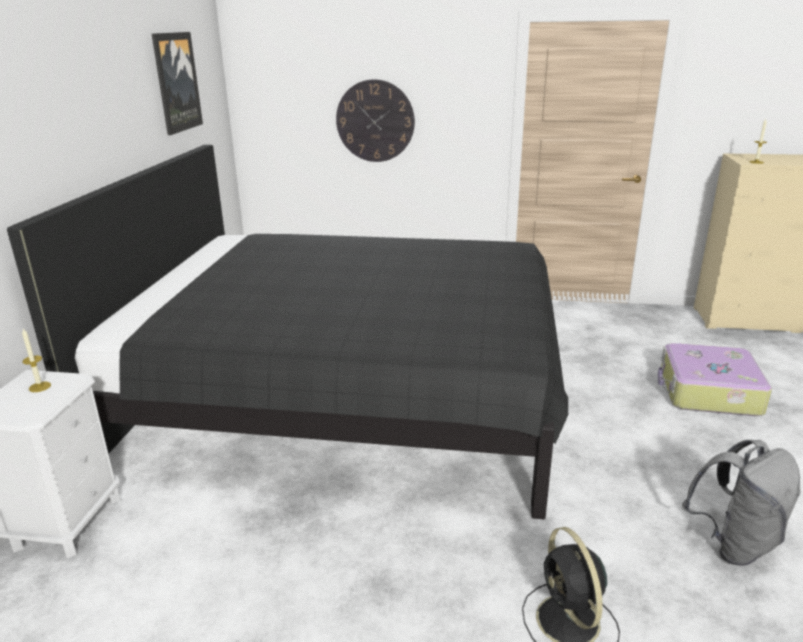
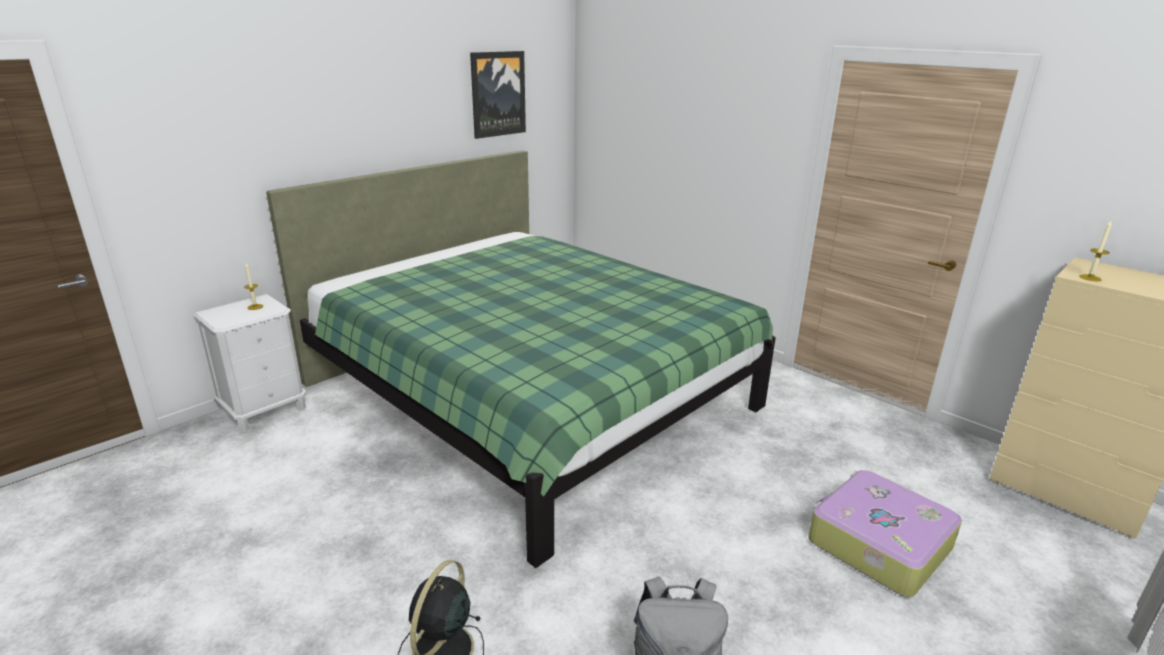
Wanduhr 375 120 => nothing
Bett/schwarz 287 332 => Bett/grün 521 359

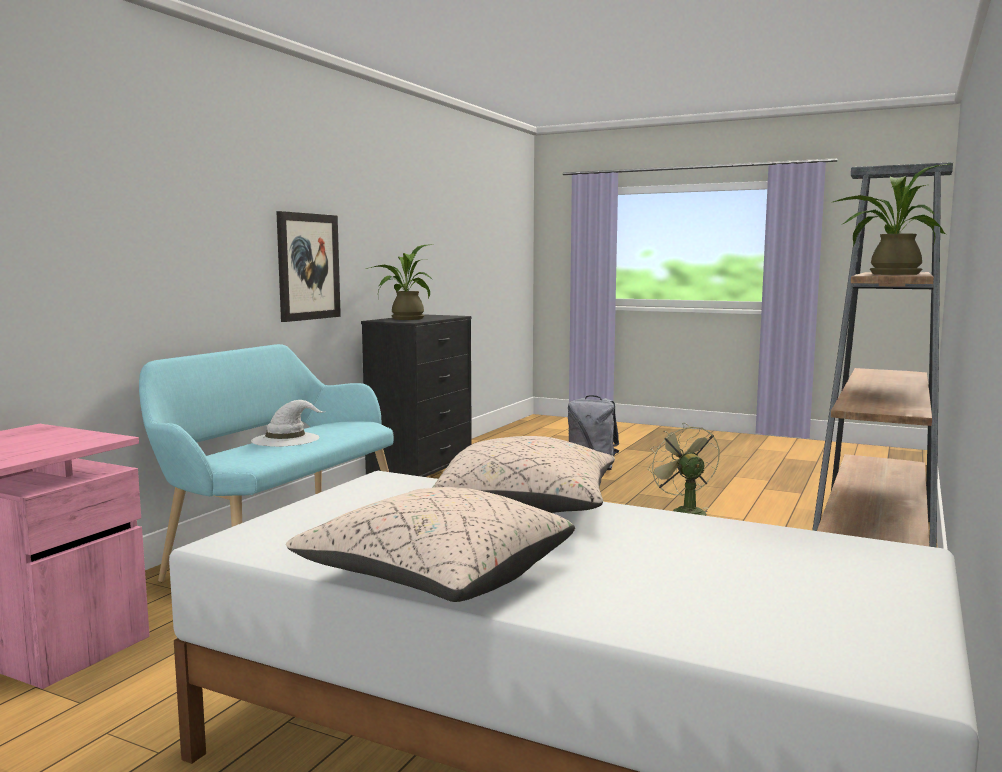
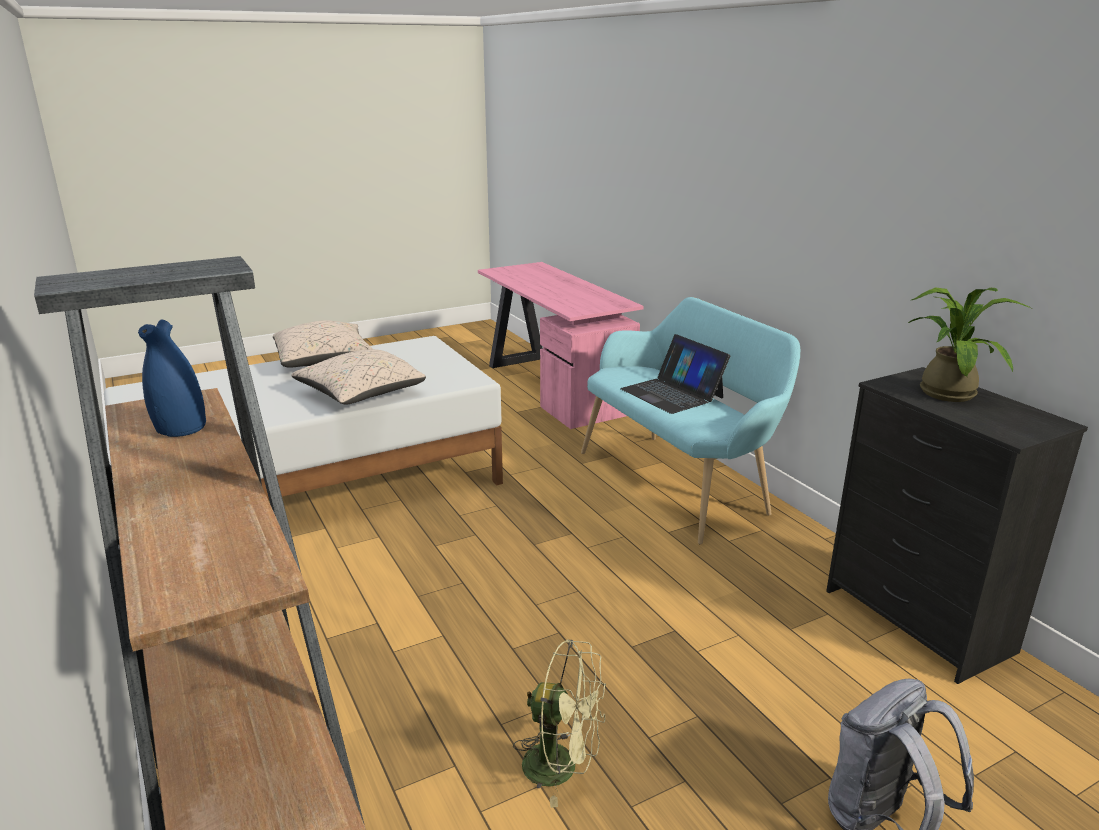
Topfpflanze 890 219 => Vase/blau 172 378
Bild 308 266 => nothing
Hut/weiß 288 423 => Laptop 675 374

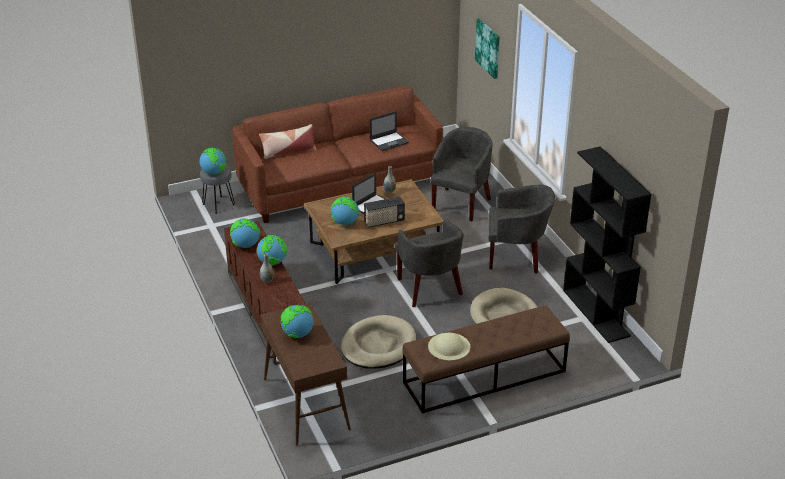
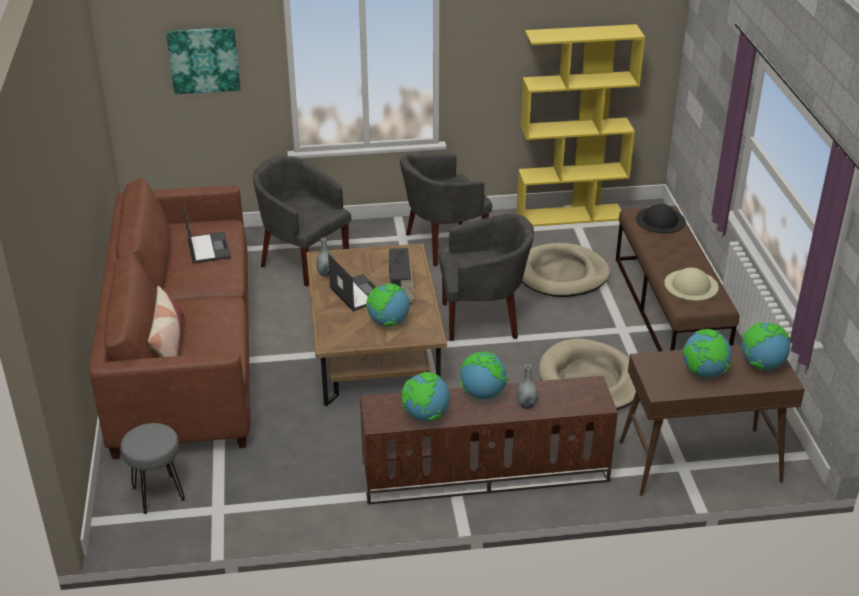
Bücherregal/schwarz 607 244 => Bücherregal/gelb 580 125
Globus 212 161 => Globus 766 346, relocated
Sessel/grau 521 229 => Sessel/grau 446 210, 135 degrees counterclockwise
nothing => Hut/schwarz 661 218

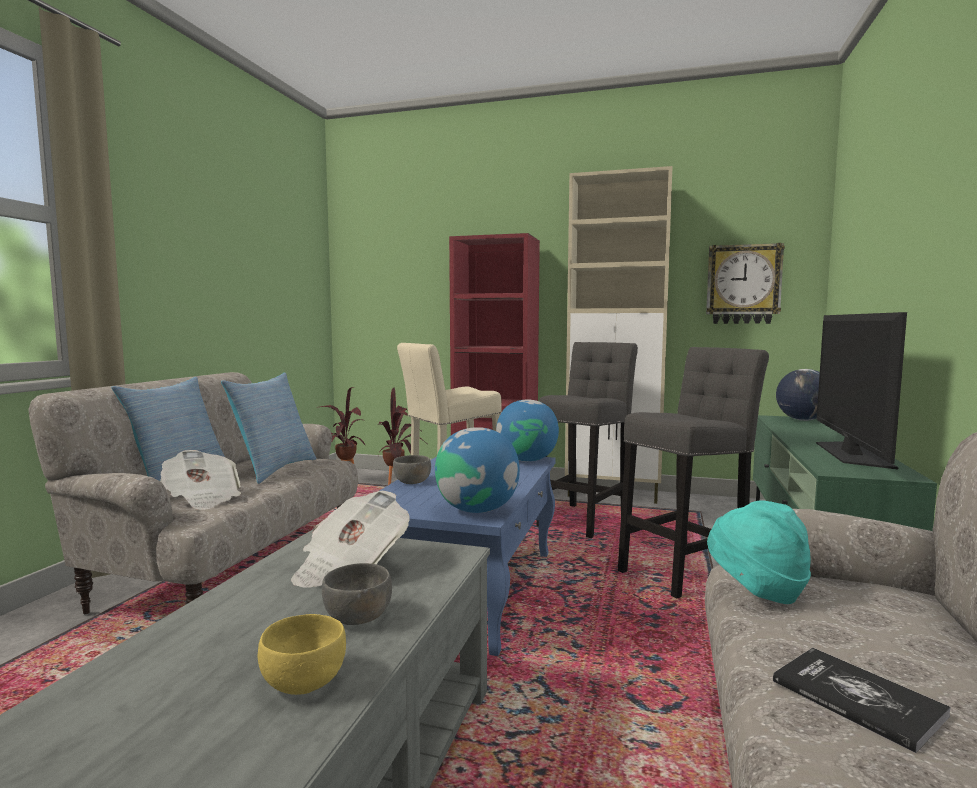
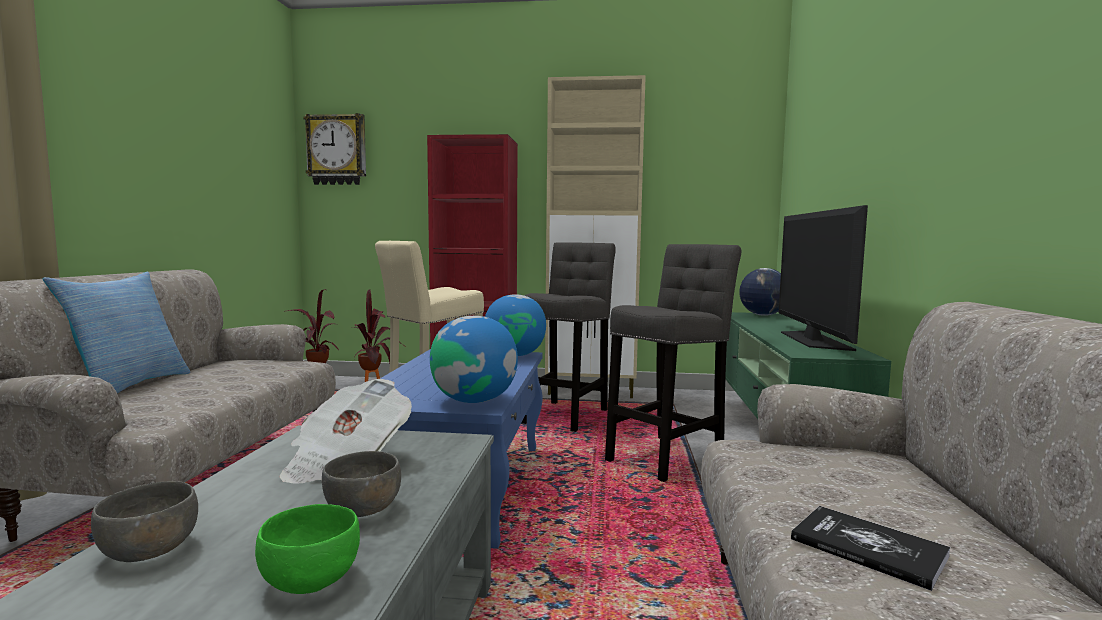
Wanduhr 745 283 => Wanduhr 335 149, relocated
Kissen 268 428 => nothing
Zeitung 200 480 => nothing
Schüssel/grau 412 469 => Schüssel/grau 144 521, relocated
Hut/türkis 759 552 => nothing
Schüssel/gelb 302 654 => Schüssel/grün 307 549

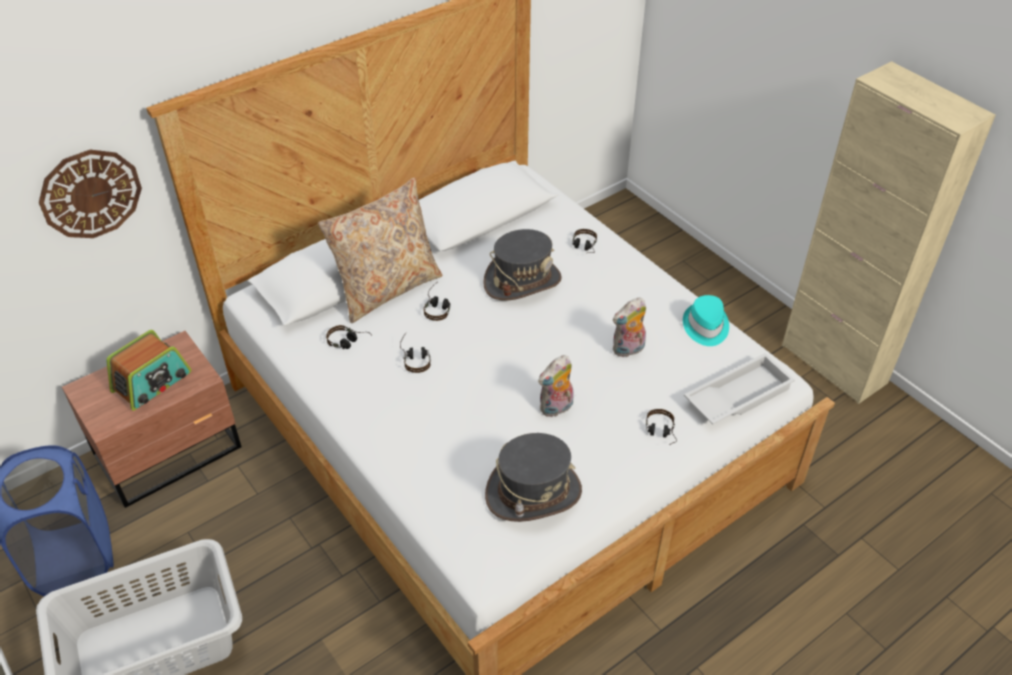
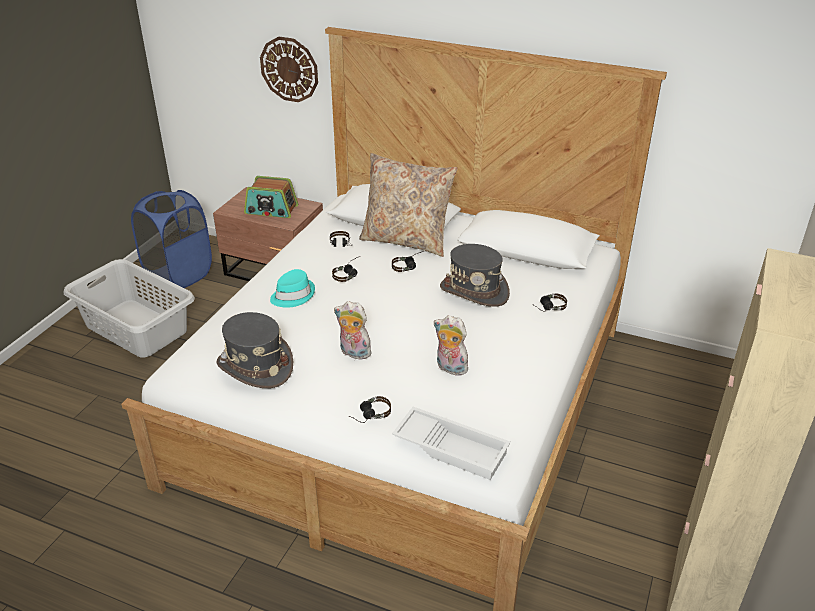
Hut/türkis 706 320 => Hut/türkis 292 288, relocated

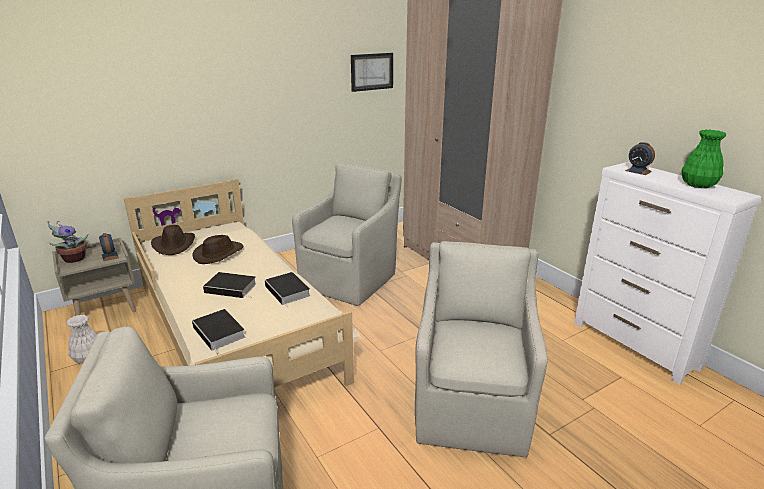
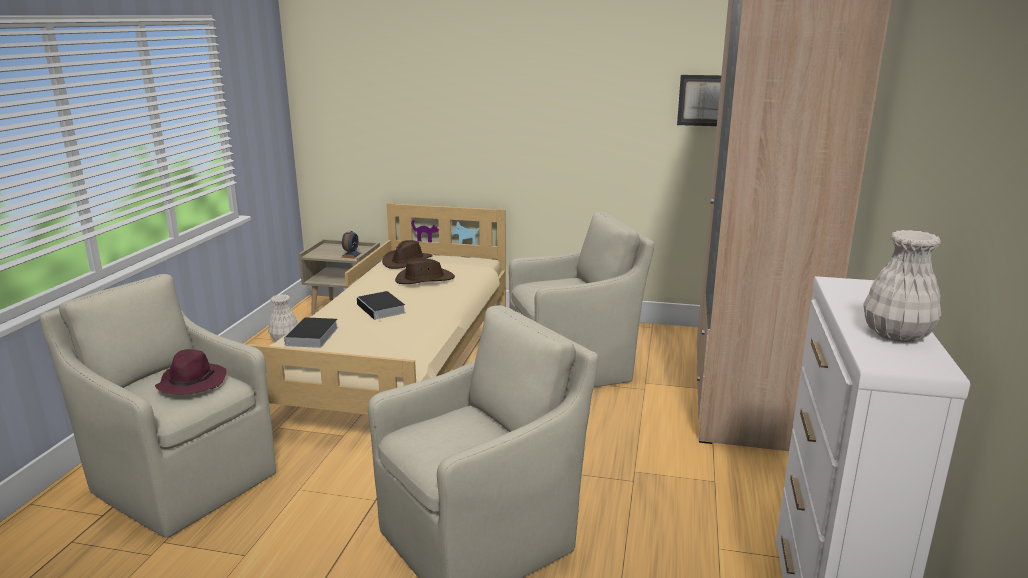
Vase/grün 704 159 => Vase/weiß 902 286
Wecker 640 158 => nothing
Topfpflanze 68 242 => nothing
Buch 287 290 => nothing
nothing => Hut/lila 190 372

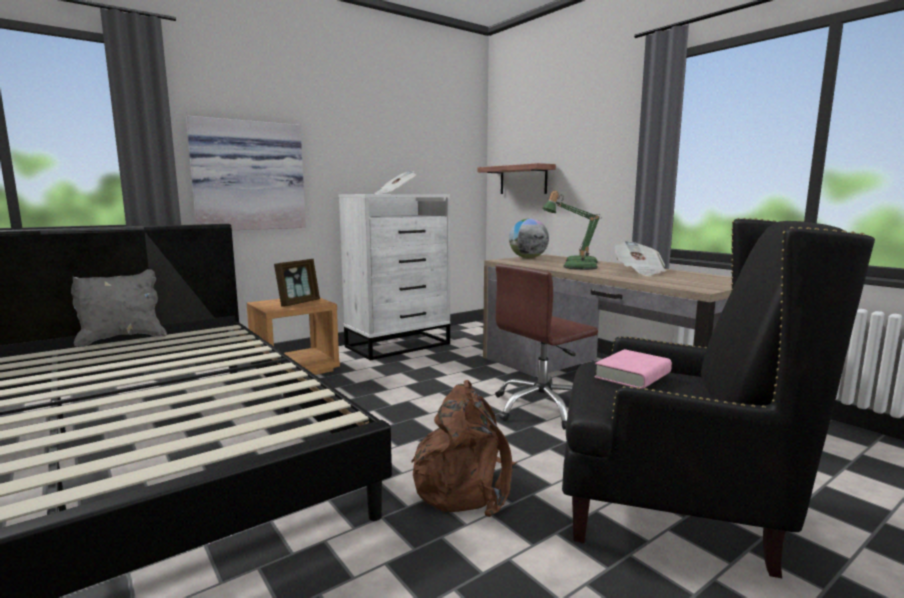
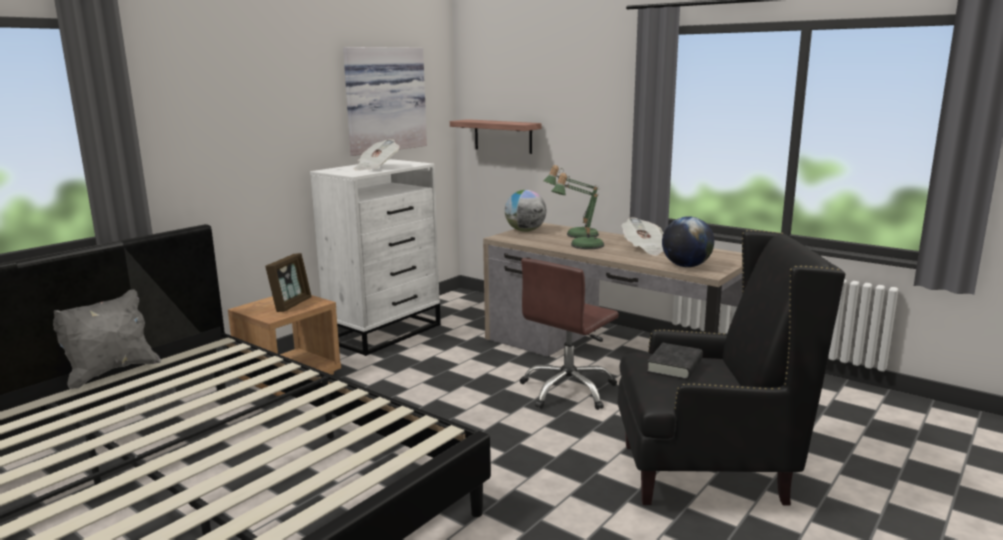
Bild 246 173 => Bild 385 101, relocated
Buch/rosa 633 369 => Buch/schwarz 675 361
Rucksack/braun 464 448 => nothing
nothing => Globus 688 241

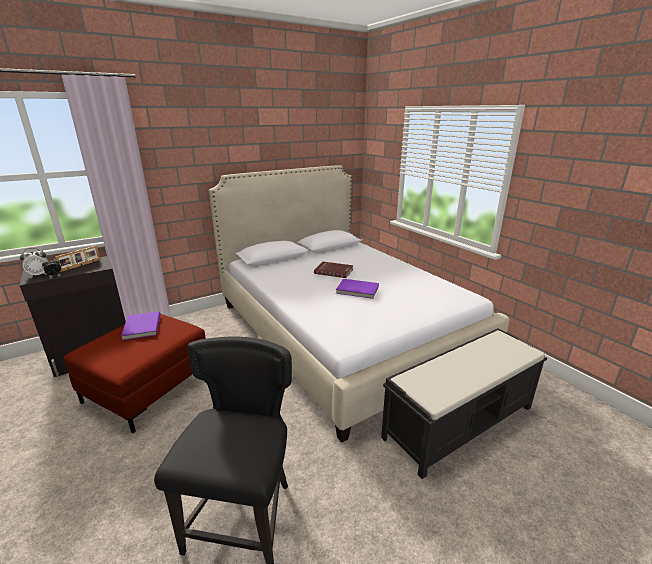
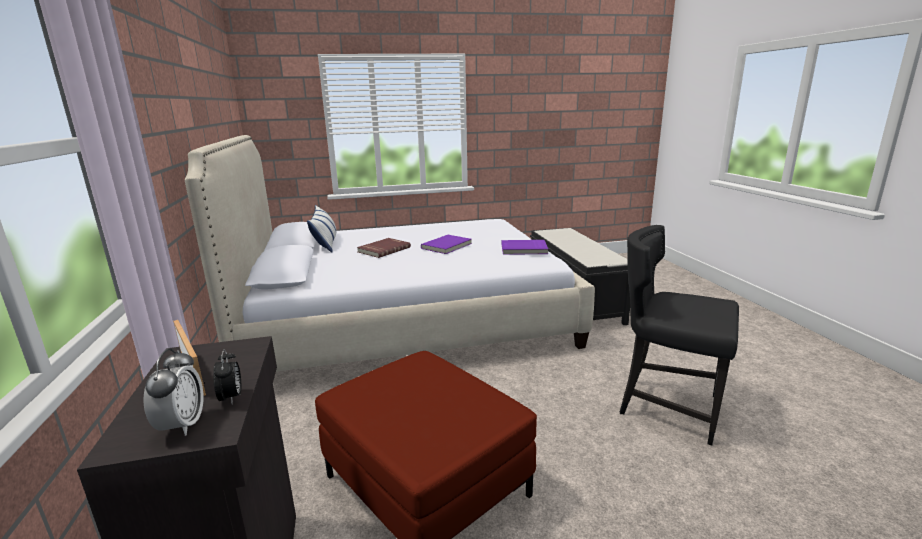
Buch/lila 140 325 => Buch/lila 525 247, relocated
nothing => Kissen 322 229

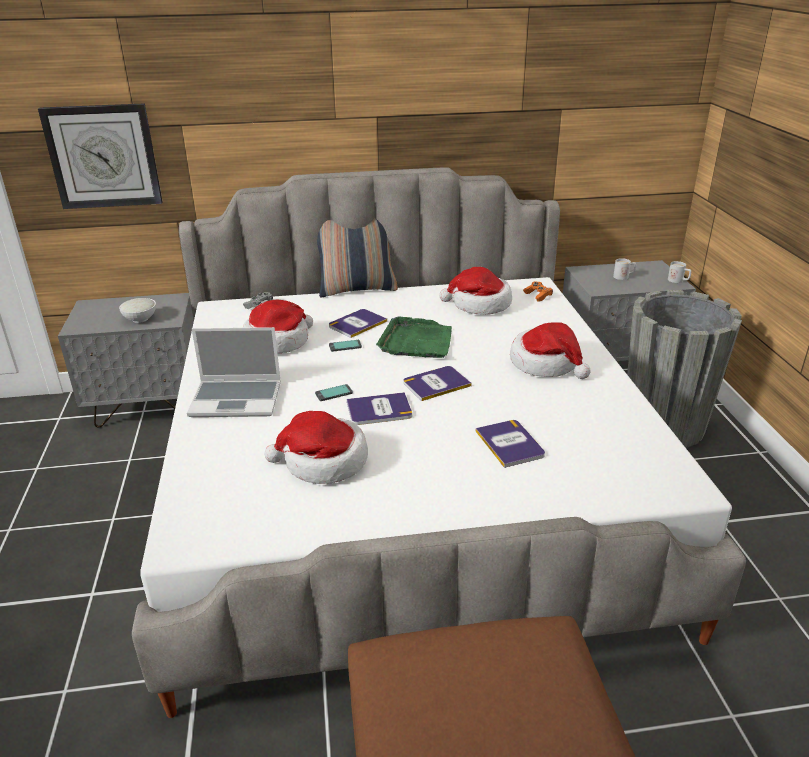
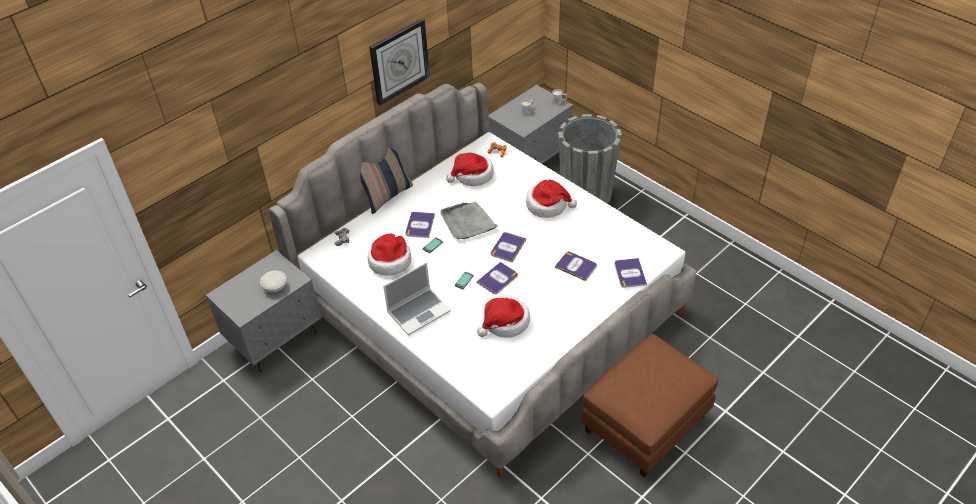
Wanduhr 100 156 => Wanduhr 399 62, relocated
Tablett/grün 414 337 => Tablett/grau 469 220
nothing => Buch 631 273

